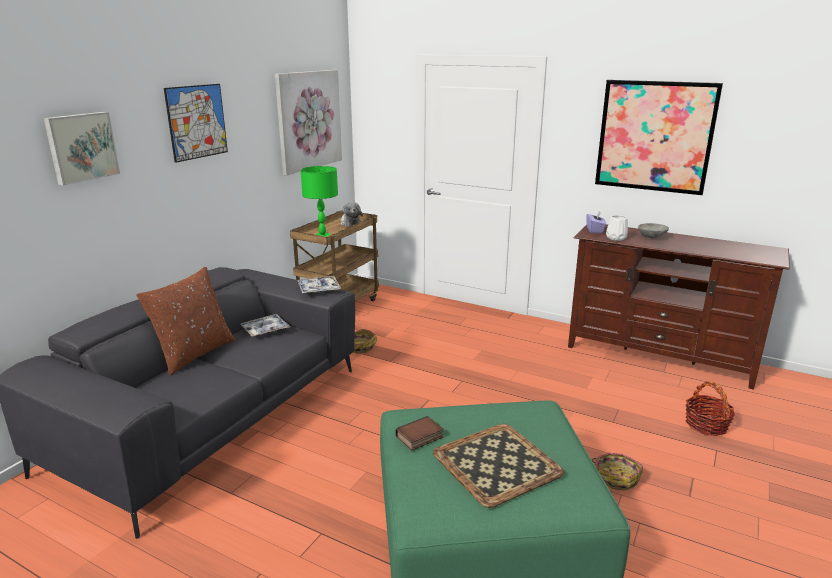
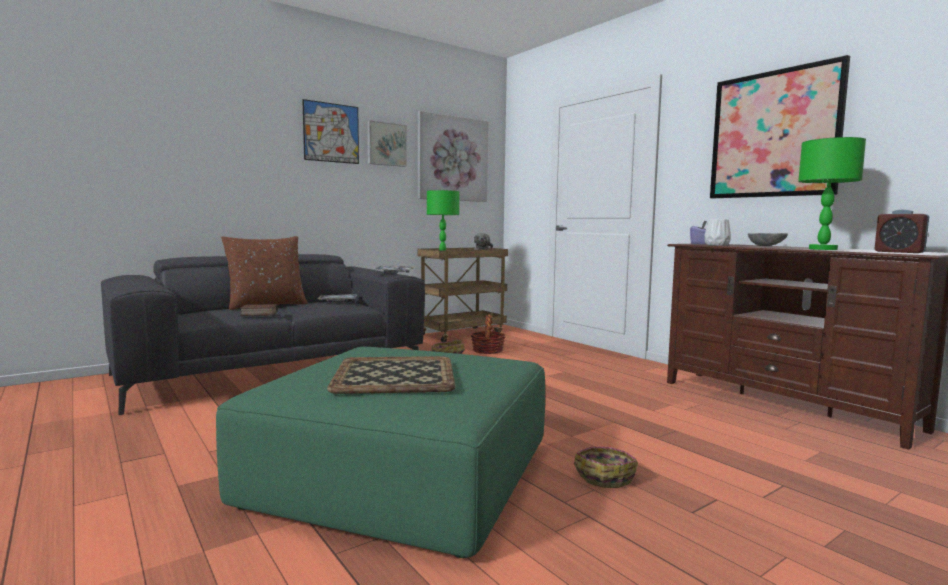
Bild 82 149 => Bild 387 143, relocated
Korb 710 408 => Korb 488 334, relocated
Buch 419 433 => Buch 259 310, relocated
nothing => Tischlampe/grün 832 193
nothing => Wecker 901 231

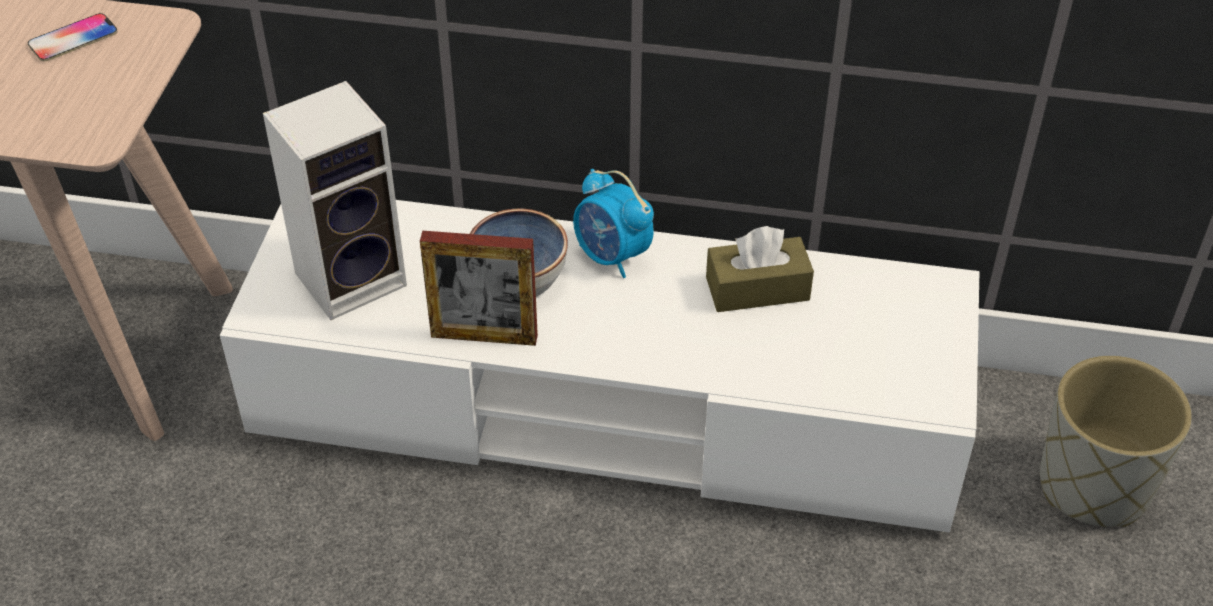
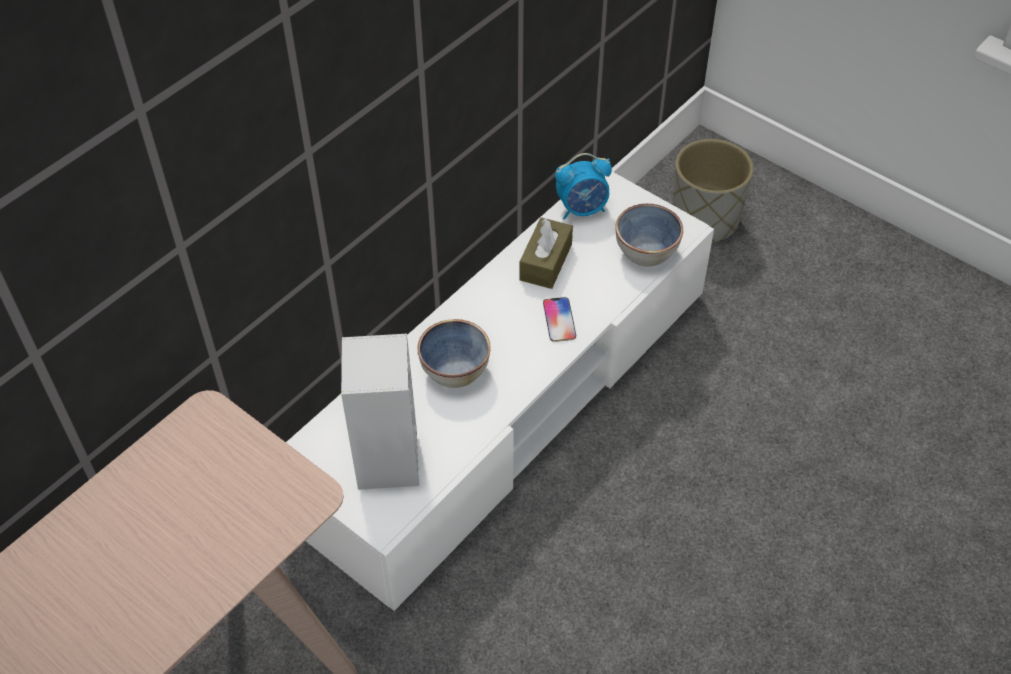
Handy 73 37 => Handy 559 319, relocated
Wecker 613 223 => Wecker 583 186, relocated
Bilderrahmen 479 288 => nothing
nothing => Schüssel 649 235

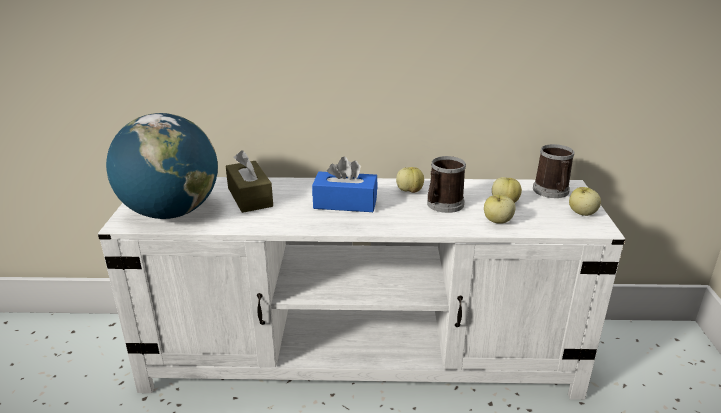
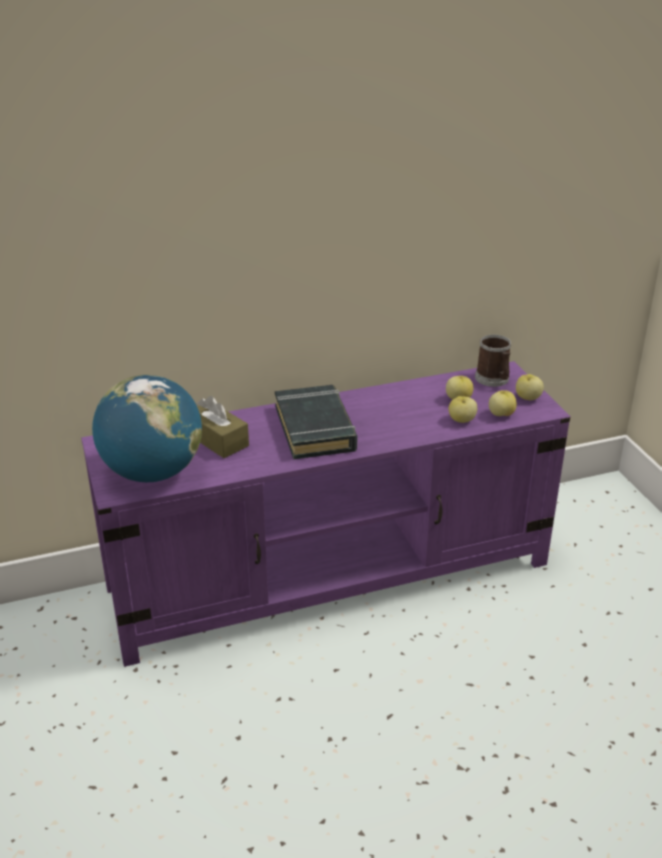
Henkelbecher 446 184 => nothing
Taschentuchbox/blau 345 184 => Buch/schwarz 316 422
Apfel 410 180 => Apfel 503 403, relocated
Fernsehschrank/weiß 361 288 => Fernsehschrank/lila 326 514

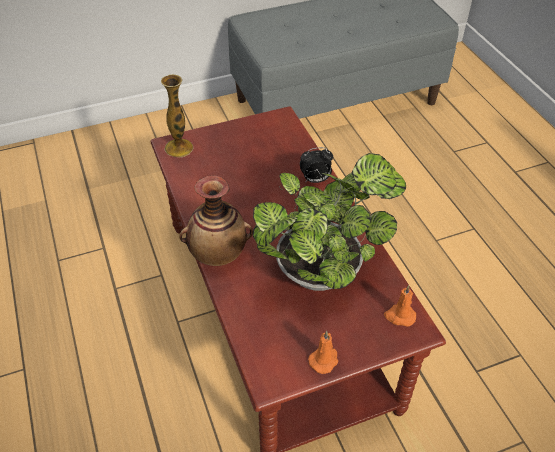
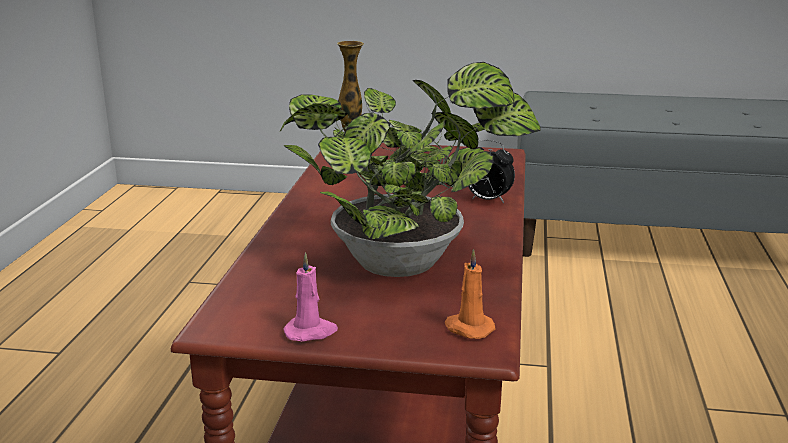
Vase 216 220 => nothing
Kerze/orange 323 352 => Kerze/rosa 310 297

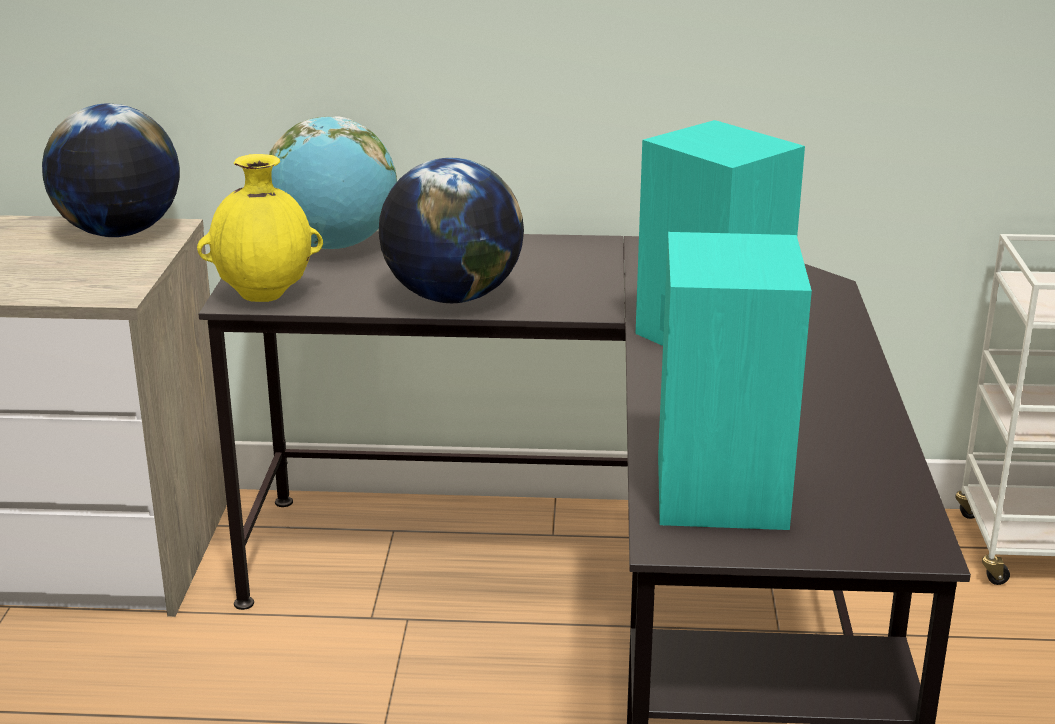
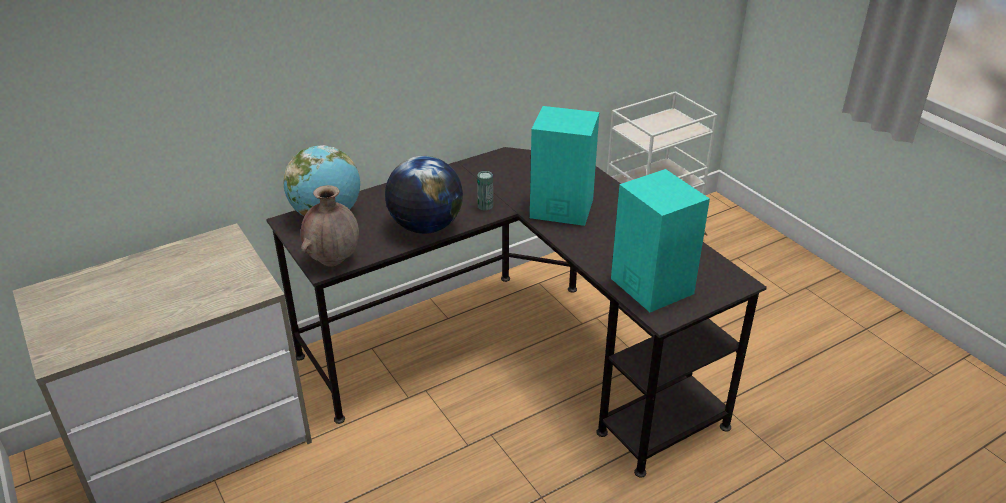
Globus 111 170 => nothing
Vase/gelb 260 228 => Vase/braun 330 225
nothing => Dose 485 191

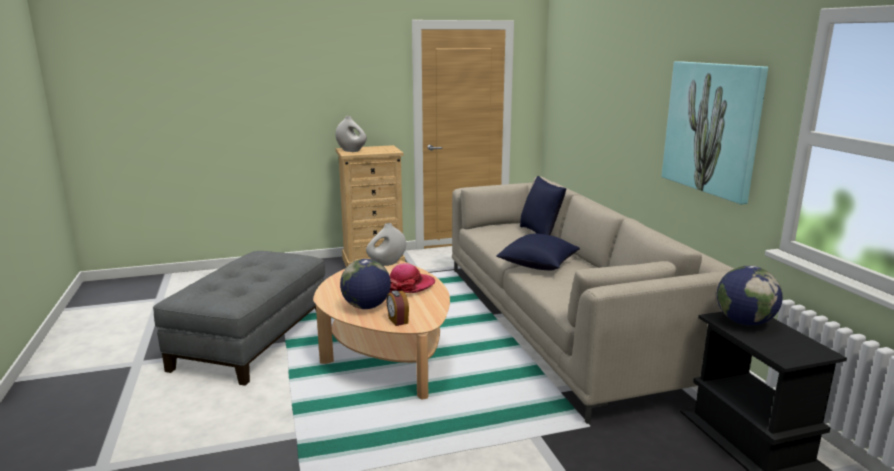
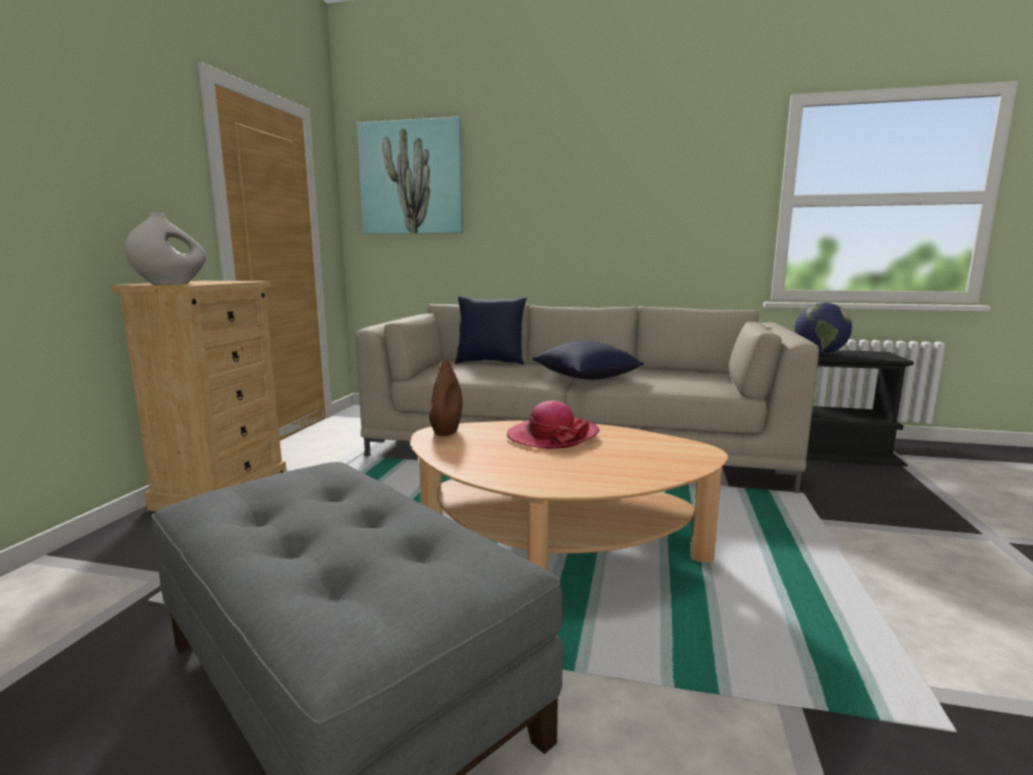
Bild 715 132 => Bild 410 175, relocated
Vase/weiß 386 244 => Vase/braun 446 398
Globus 365 284 => nothing
Wecker 397 308 => nothing

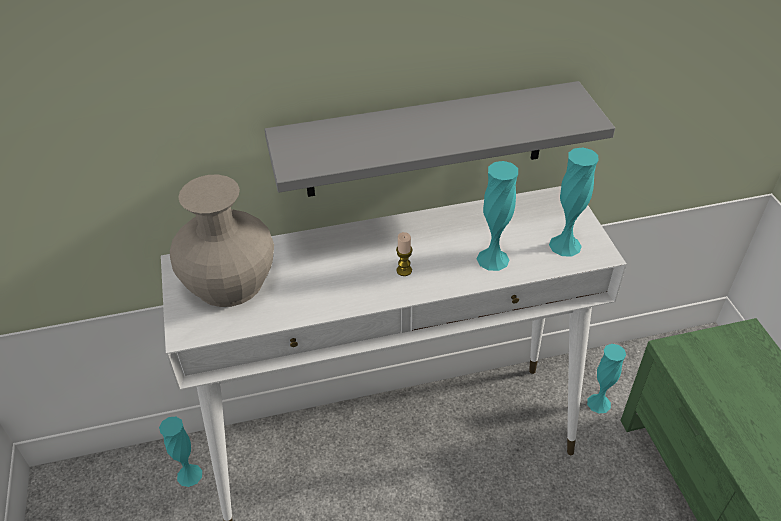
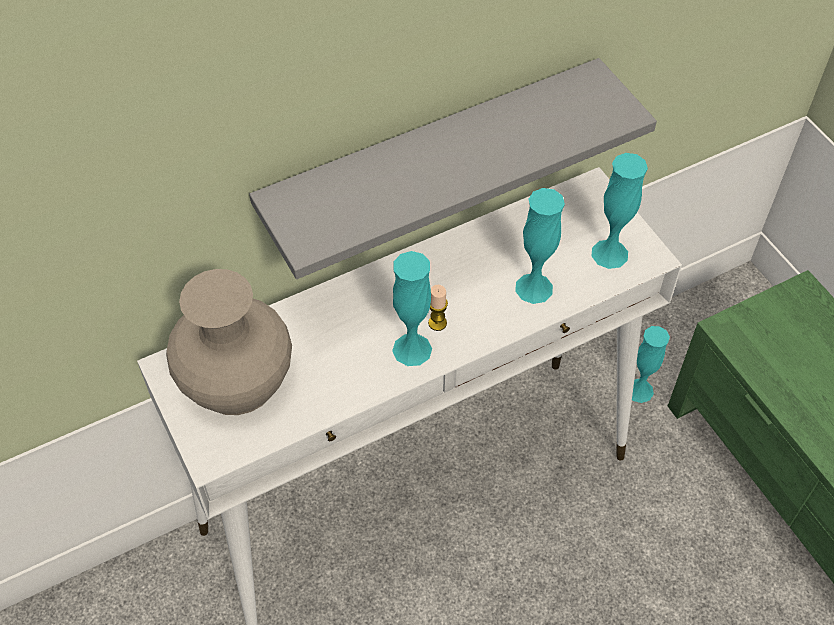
Vase/türkis 180 452 => Vase/türkis 412 308, relocated

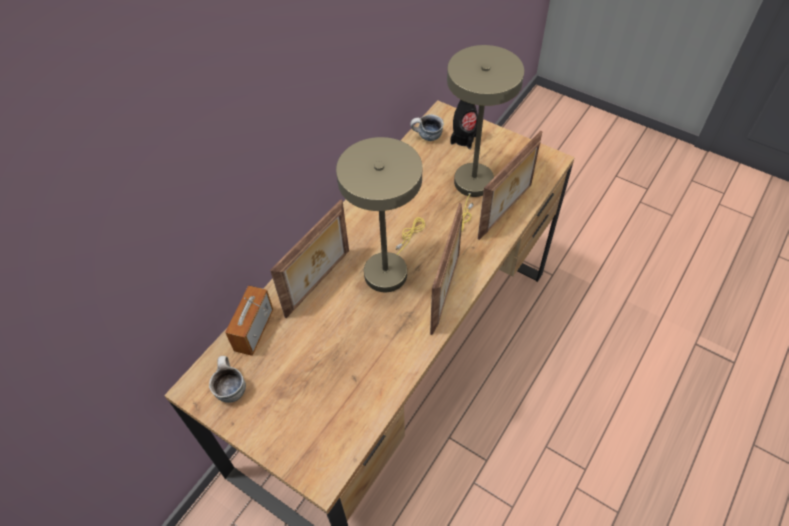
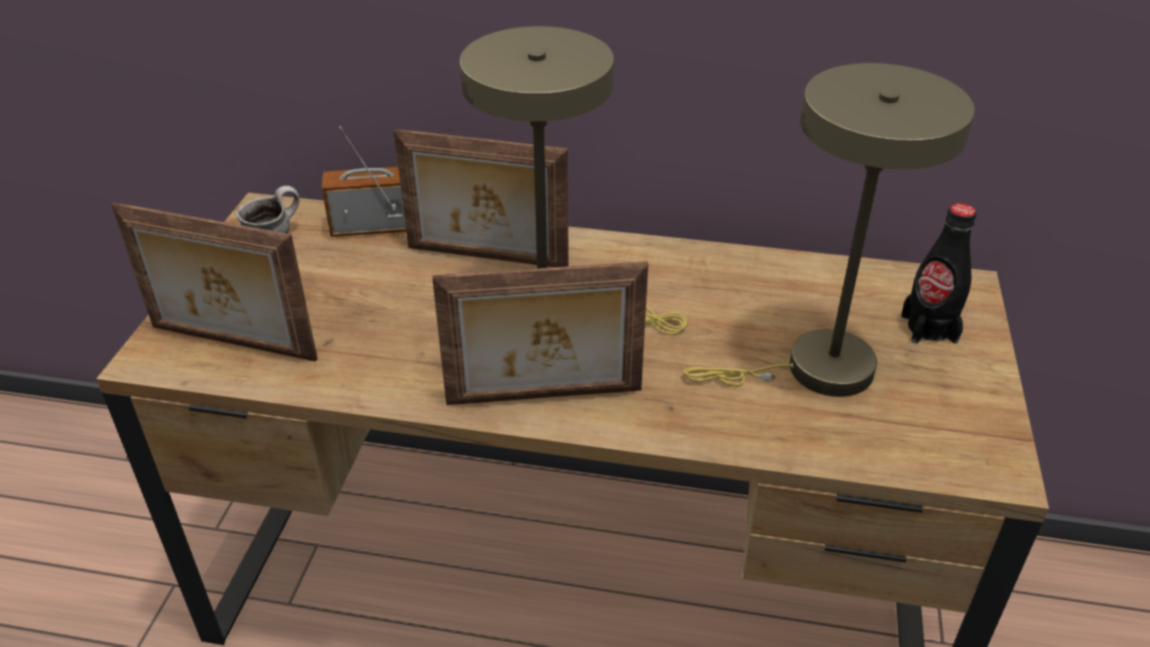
Henkelbecher 427 127 => nothing
Bilderrahmen 510 185 => Bilderrahmen 214 282, relocated

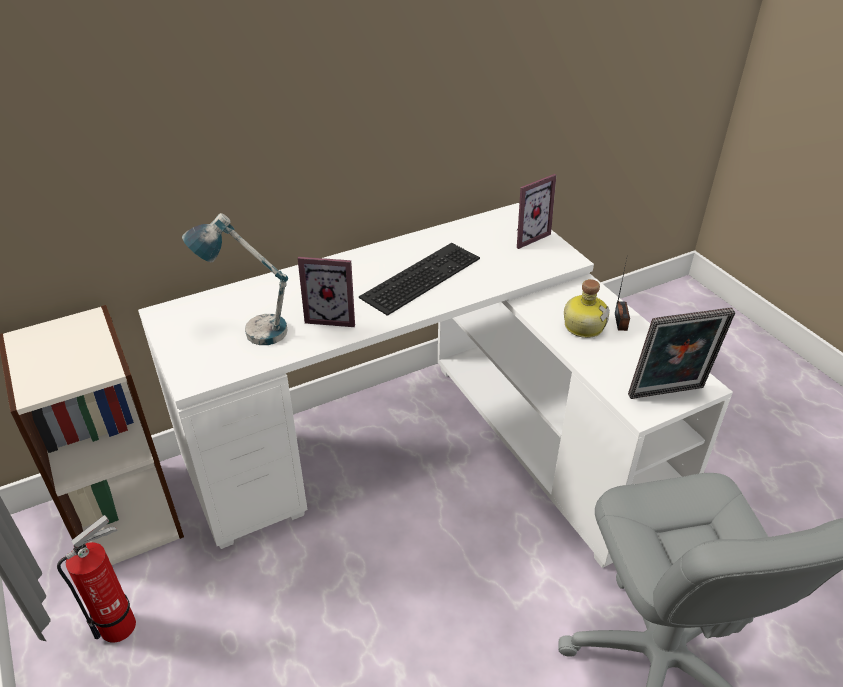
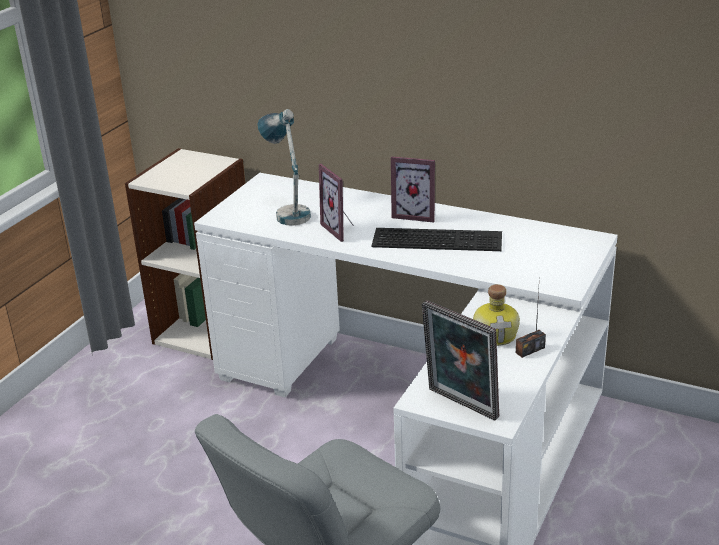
Bilderrahmen 536 211 => Bilderrahmen 413 189, relocated
Feuerlöscher 96 579 => nothing

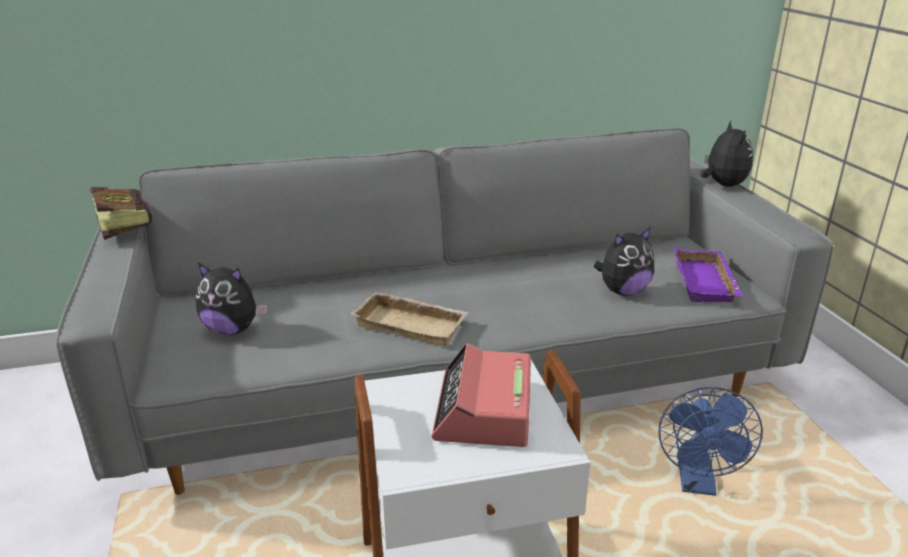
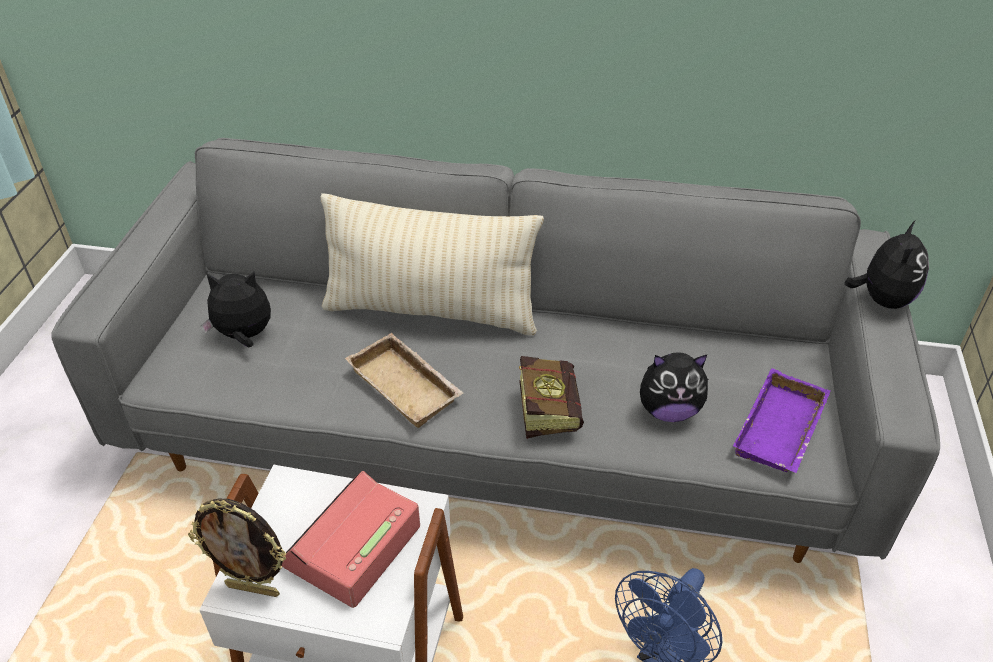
Buch 120 213 => Buch 551 397, relocated
Plüschtier 231 298 => Plüschtier 236 309, 135 degrees clockwise
nothing => Kissen/beige 432 264
nothing => Bilderrahmen 237 548

